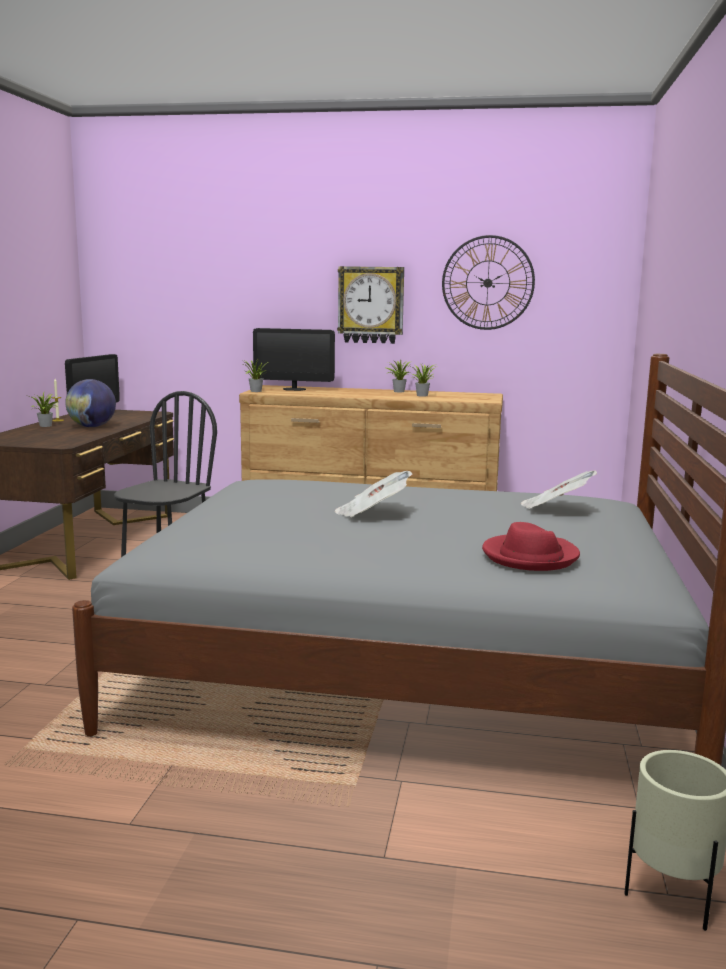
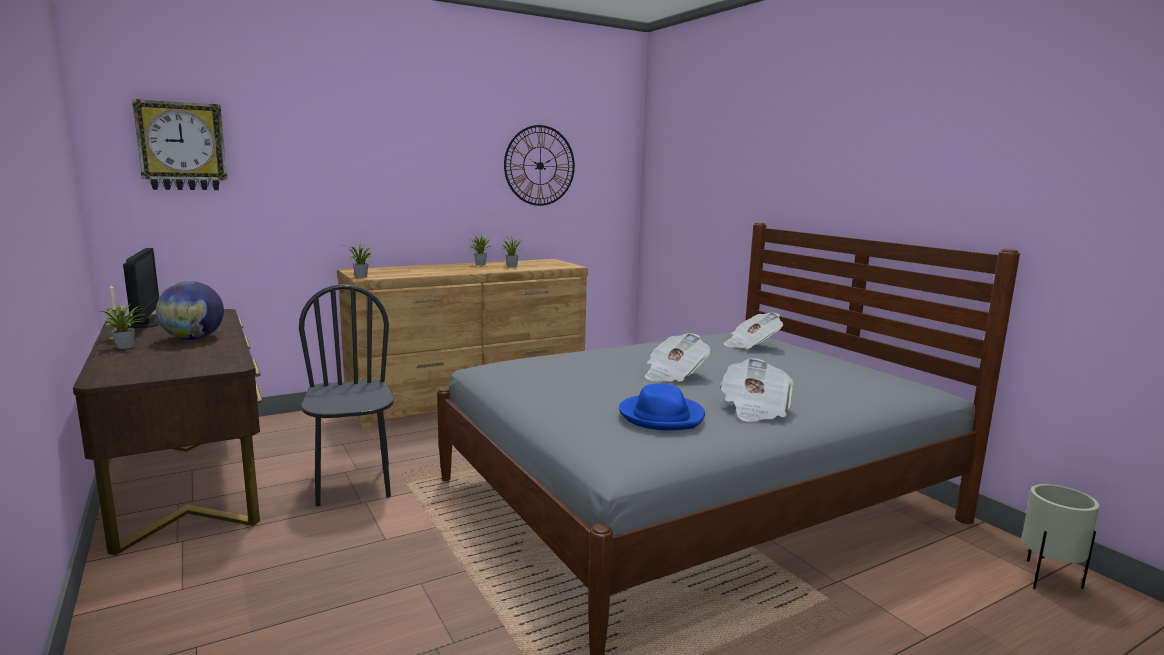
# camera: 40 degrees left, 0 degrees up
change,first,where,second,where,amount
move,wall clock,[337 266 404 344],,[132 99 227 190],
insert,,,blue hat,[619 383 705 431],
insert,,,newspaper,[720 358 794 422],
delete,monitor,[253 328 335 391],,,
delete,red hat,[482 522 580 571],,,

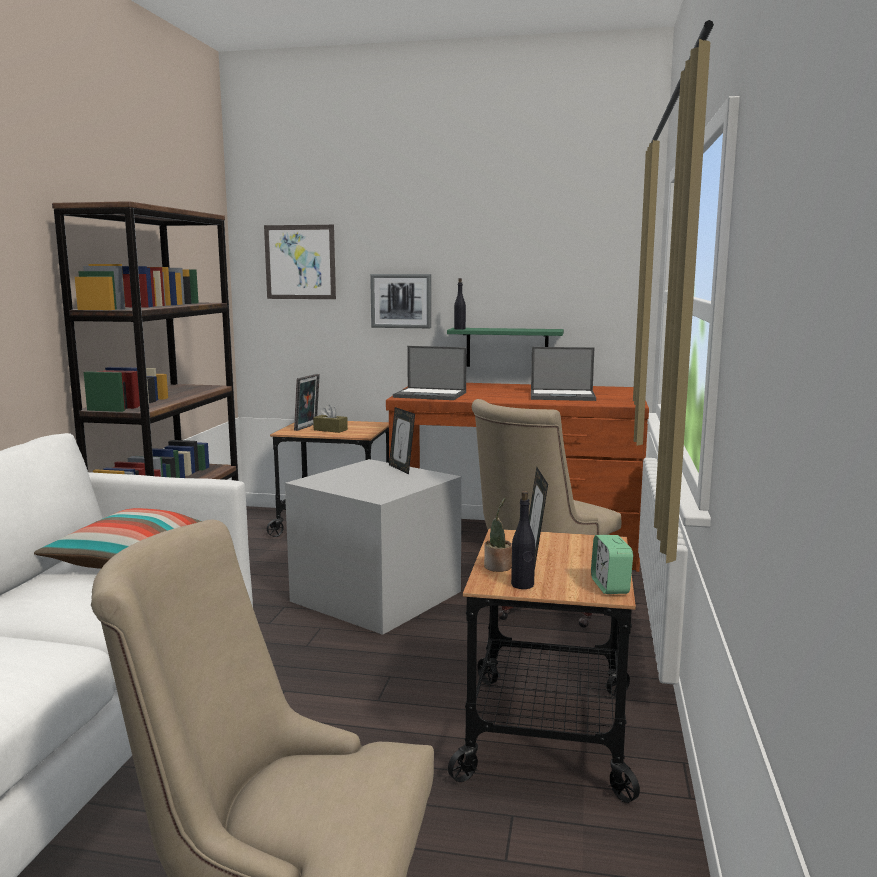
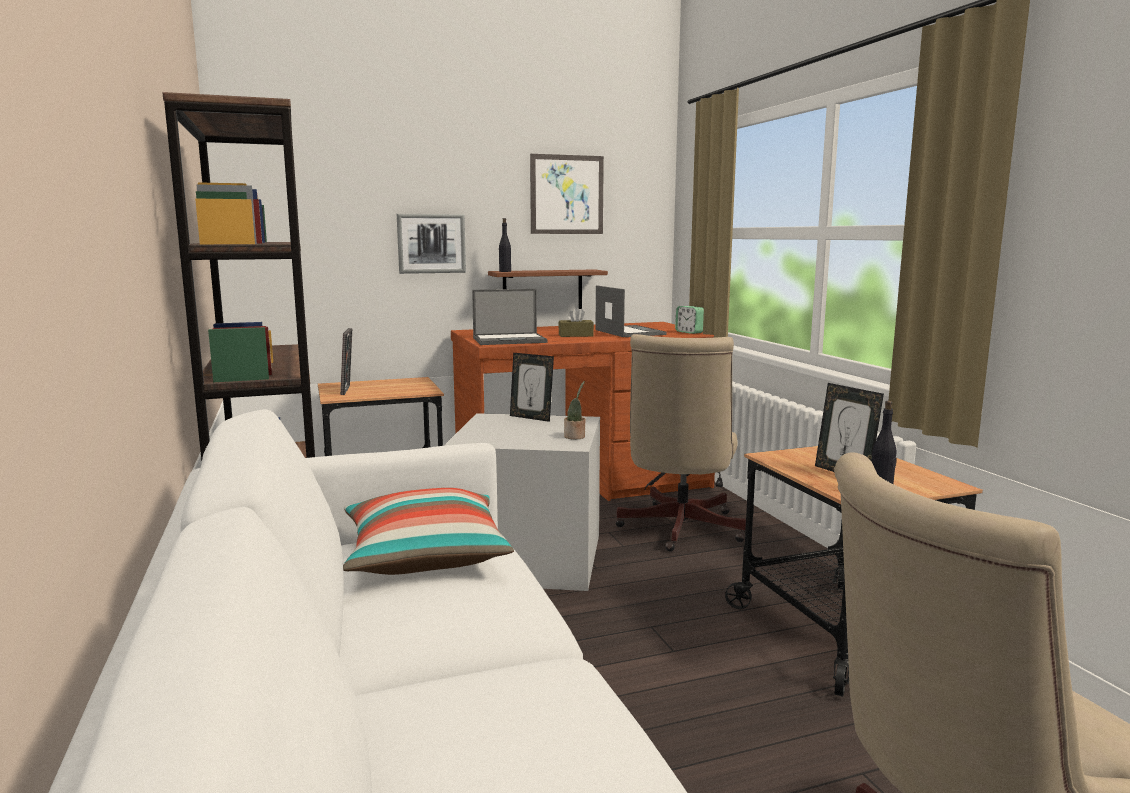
# camera: 30 degrees left, 0 degrees up
change,first,where,second,where,amount
recolor,green shelf,[447 328 564 367],brown shelf,[488 269 608 309],
move,picture,[264 225 336 299],,[530 154 604 234],
move,brown tissue box,[313 405 348 433],,[558 307 594 337],
move,potted plant,[484 498 512 572],,[564 381 586 439],
rotate,laptop,[531 347 596 401],,[595 285 667 337],90 degrees counterclockwise
move,alarm clock,[591 535 633 594],,[675 306 704 334],

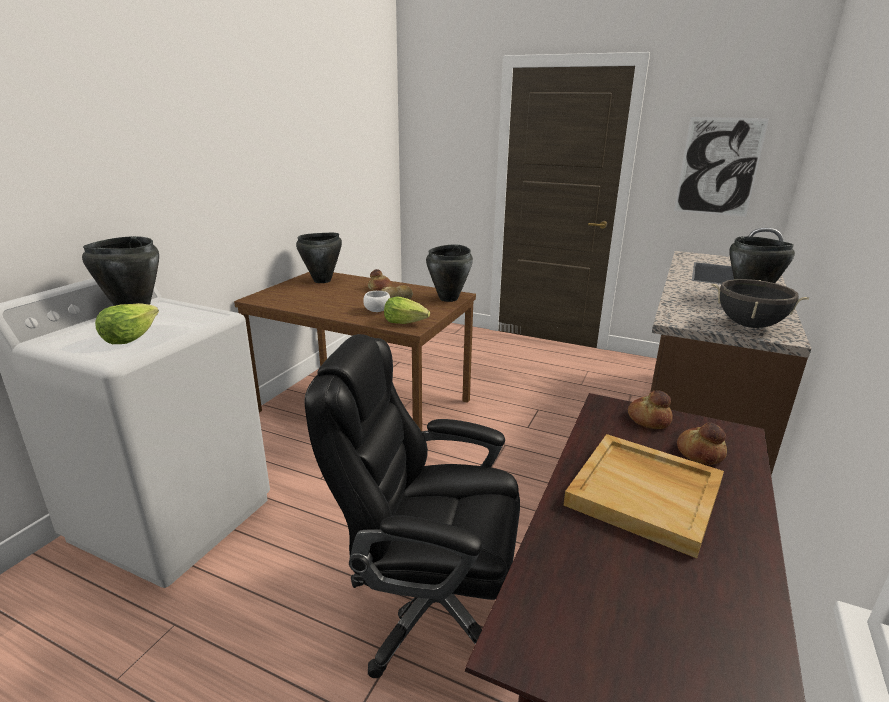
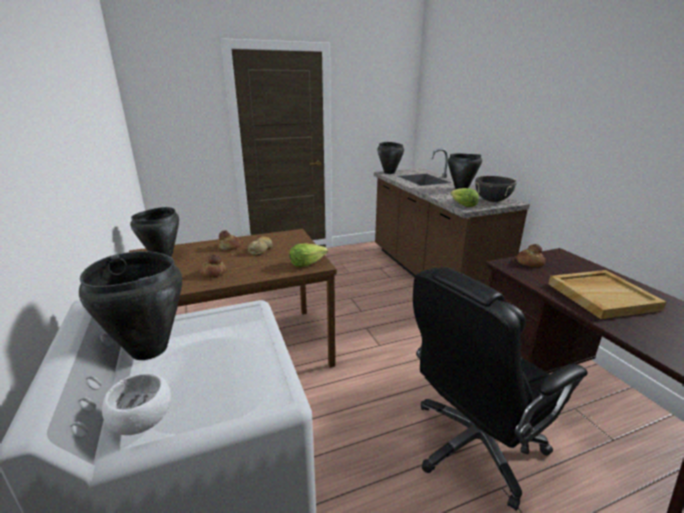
# camera: 45 degrees left, 0 degrees up
change,first,where,second,where,amount
move,white bowl,[363 291 390 312],,[102 373 171 435],
move,bread,[677 422 727 465],,[199 254 226 278],
move,black cooking pot,[426 244 473 302],,[378 142 404 174],
move,lettuce,[95 303 159 344],,[451 188 479 207],
delete,picture,[674 117 769 217],,,

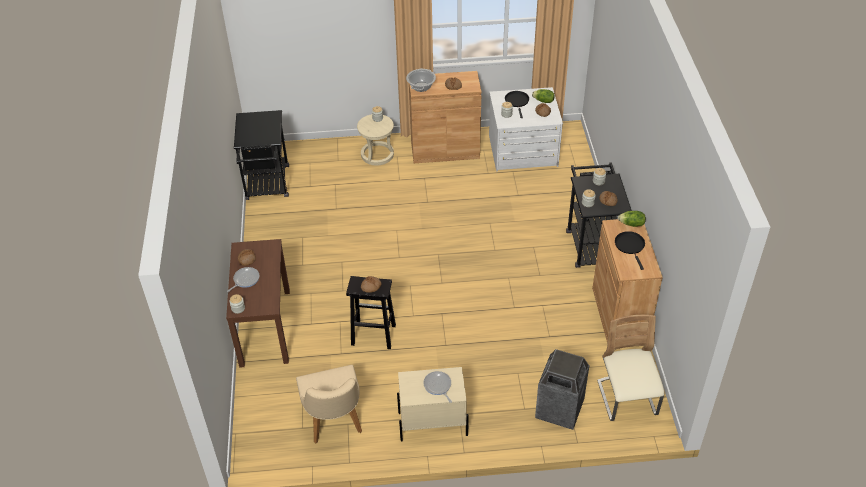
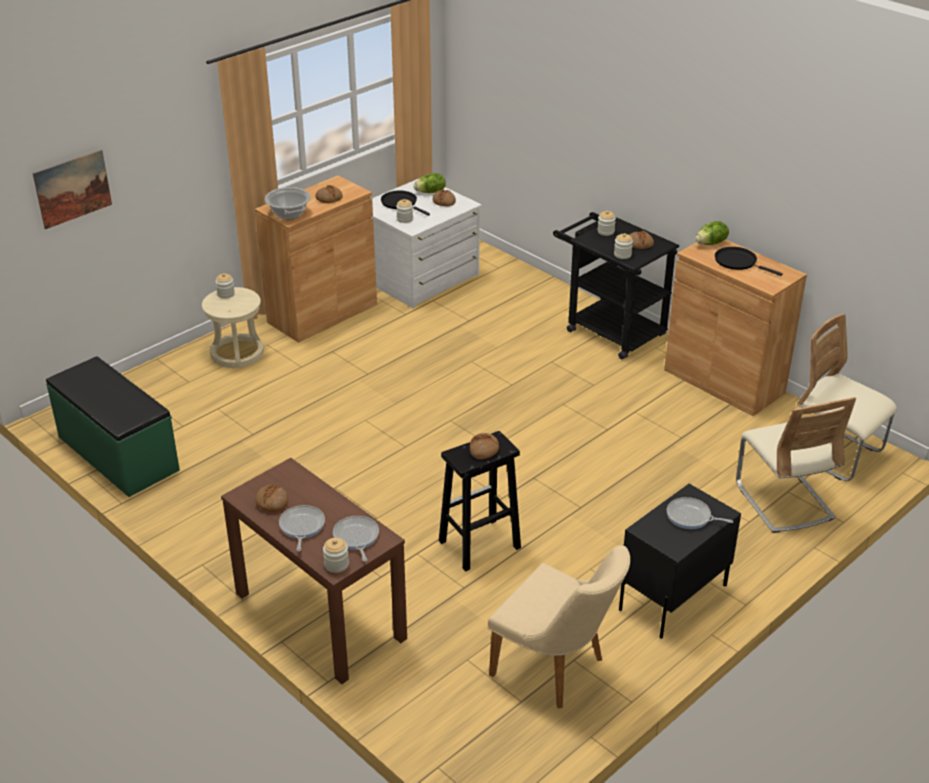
# camera: 40 degrees left, 10 degrees down
change,first,where,second,where,amount
insert,,,picture,[33 150 112 229],
replace,black cart,[234 110 289 200],green bench,[46 356 180 497],
insert,,,frying pan,[333 516 379 562],
recolor,beige nightstand,[397 367 469 442],black nightstand,[619 484 741 639],
replace,trash can,[535 349 589 430],beige chair,[736 397 856 533],

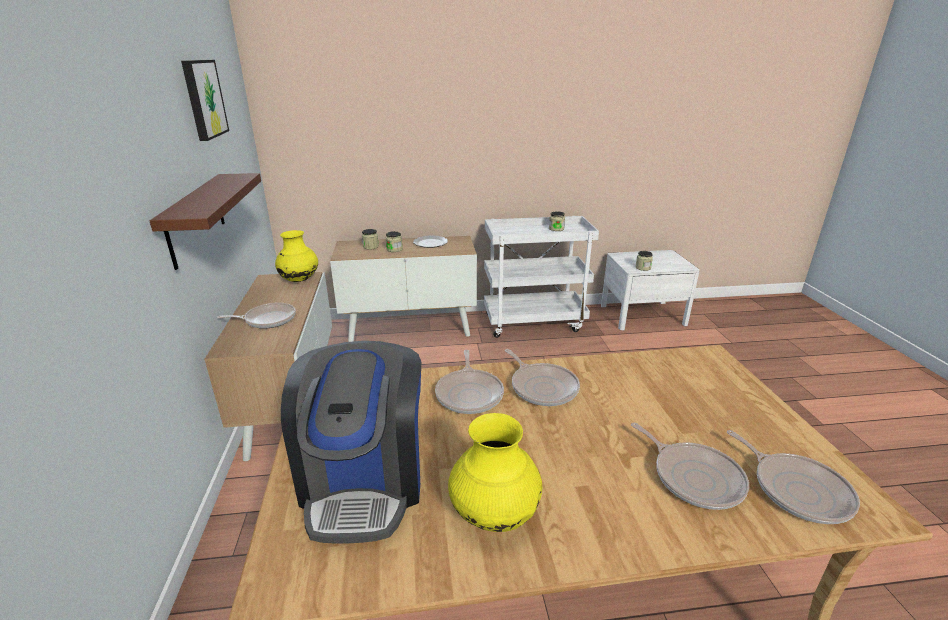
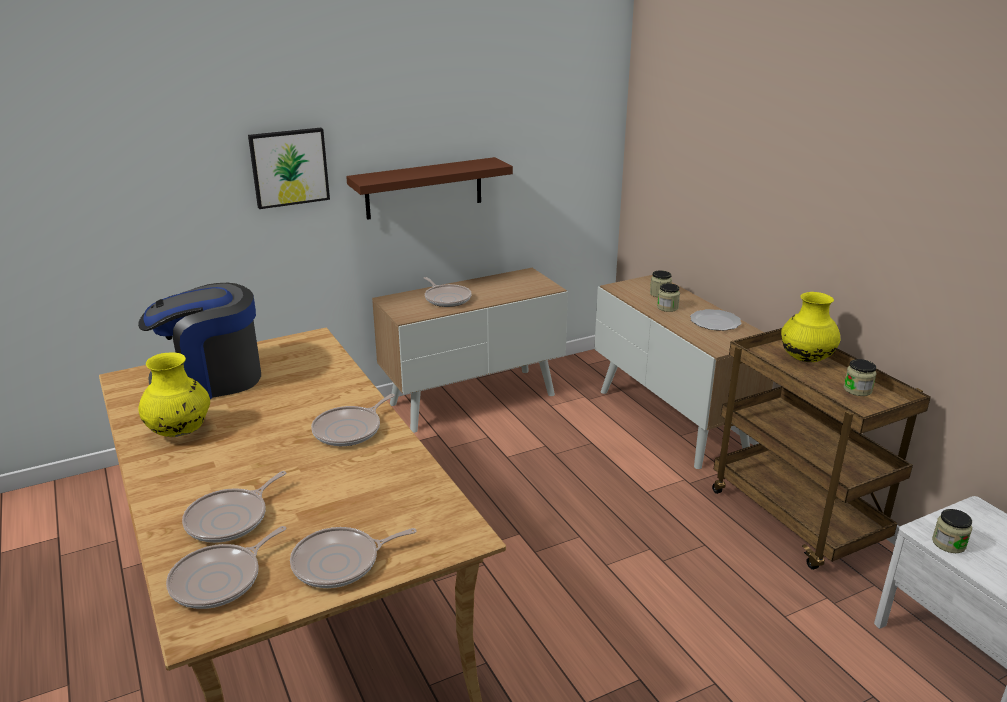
# camera: 70 degrees right, 0 degrees up
change,first,where,second,where,amount
move,picture,[181 60 229 141],,[248 128 330 209],
move,frying pan,[435 350 504 414],,[290 527 417 588],
recolor,white cart,[484 216 599 338],brown cart,[712 328 931 570],
move,yellow vase,[275 230 318 282],,[781 292 841 362],

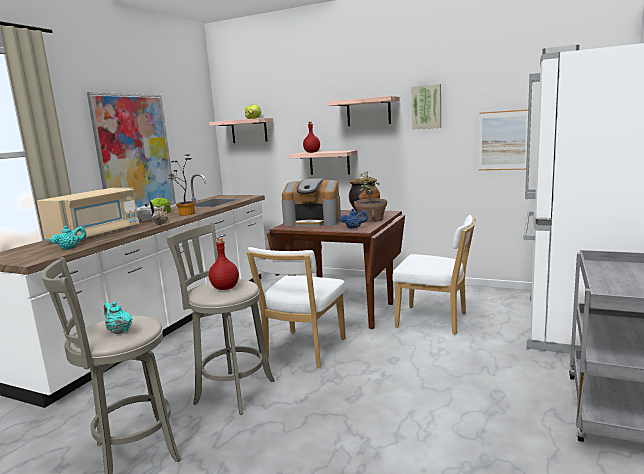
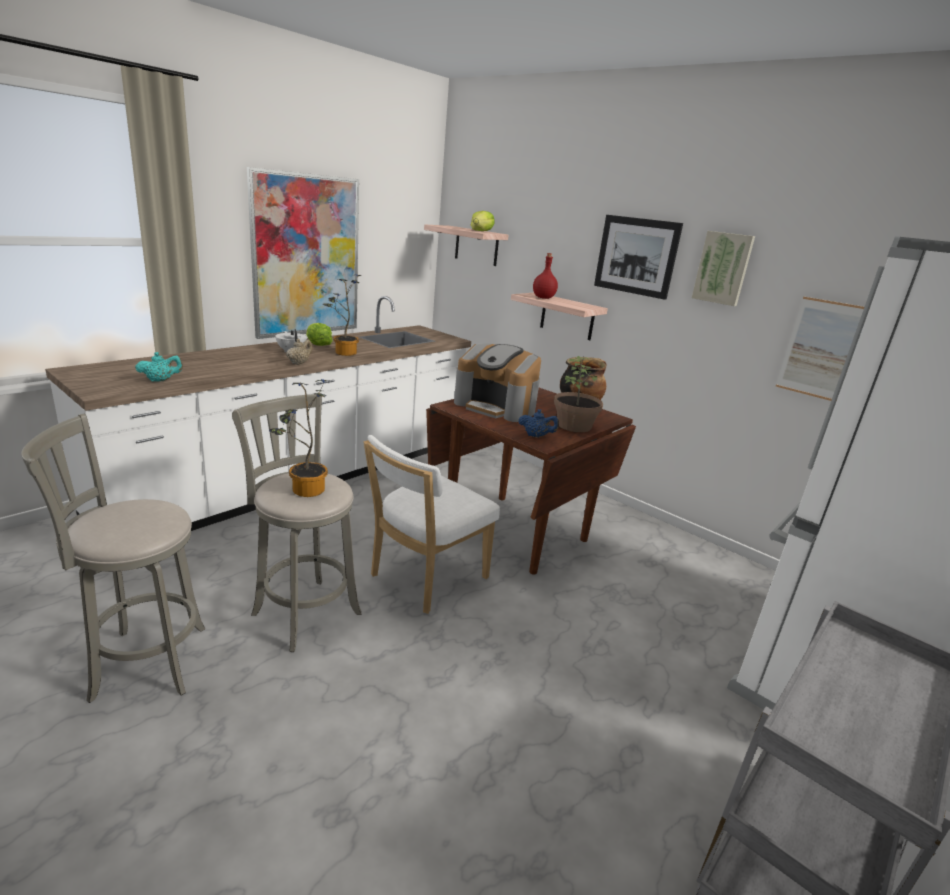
# camera: 15 degrees right, 10 degrees up
change,first,where,second,where,amount
replace,red bottle,[209 238 239 290],potted plant,[269 379 329 497],
replace,shelf,[327 96 400 126],picture,[594 215 683 300],
delete,beige microwave,[37 188 139 241],,,
delete,turquoise teapot,[104 302 132 334],,,
delete,white chair,[392 215 476 335],,,

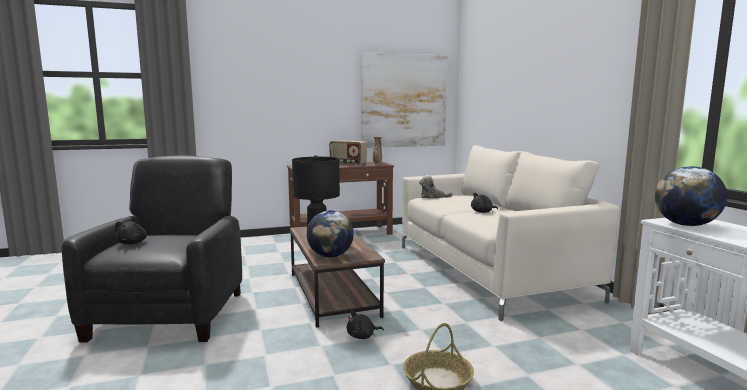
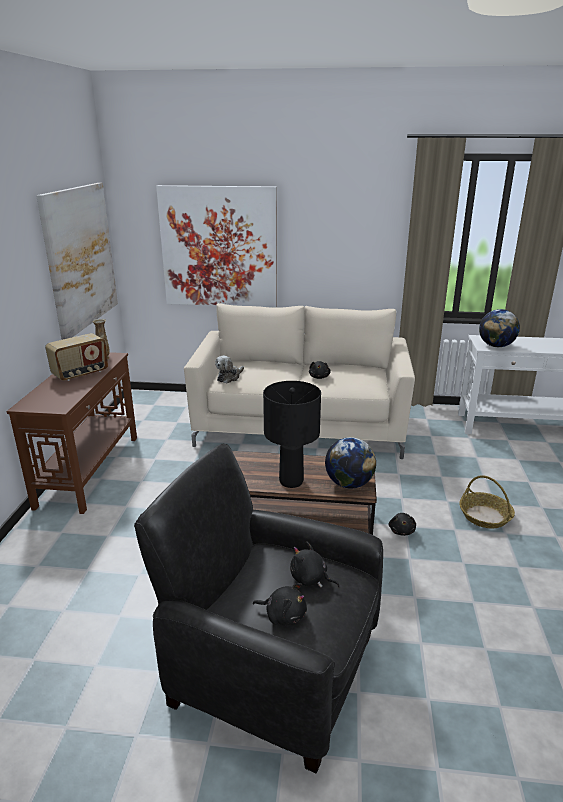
# camera: 65 degrees left, 15 degrees up
change,first,where,second,where,amount
insert,,,picture,[156 185 277 307],
insert,,,black plush toy,[290 541 340 588],

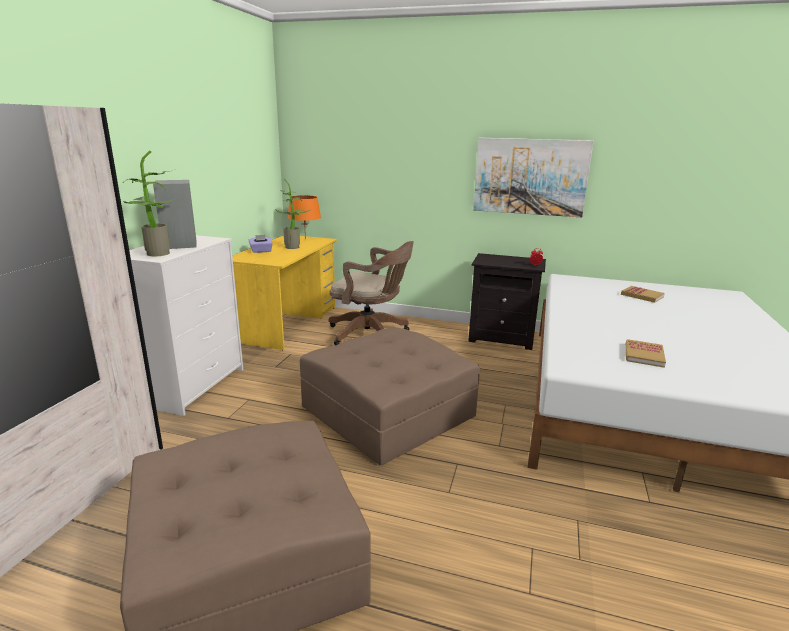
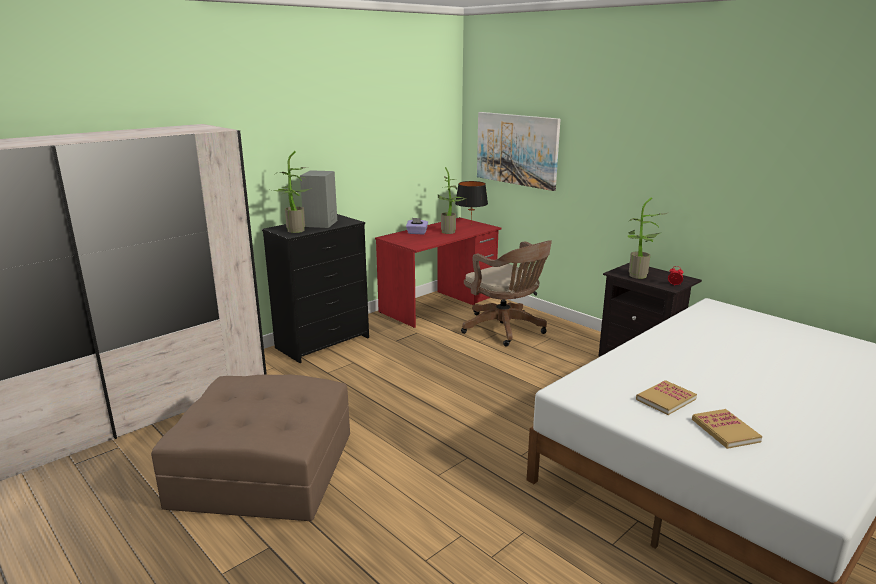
# camera: 30 degrees right, 0 degrees up
change,first,where,second,where,amount
recolor,white dresser,[129 235 243 416],black dresser,[262 214 369 363],
recolor,yellow desk,[232 235 337 350],red desk,[375 217 501 328],
recolor,orange table lamp,[288 195 321 239],black table lamp,[455 181 488 222],
move,picture,[473 138 594 217],,[477 112 561 191],
insert,,,potted plant,[628 197 669 279],
move,book,[621 286 665 303],,[692 409 762 449],
delete,brown ottoman,[300 327 480 465],,,

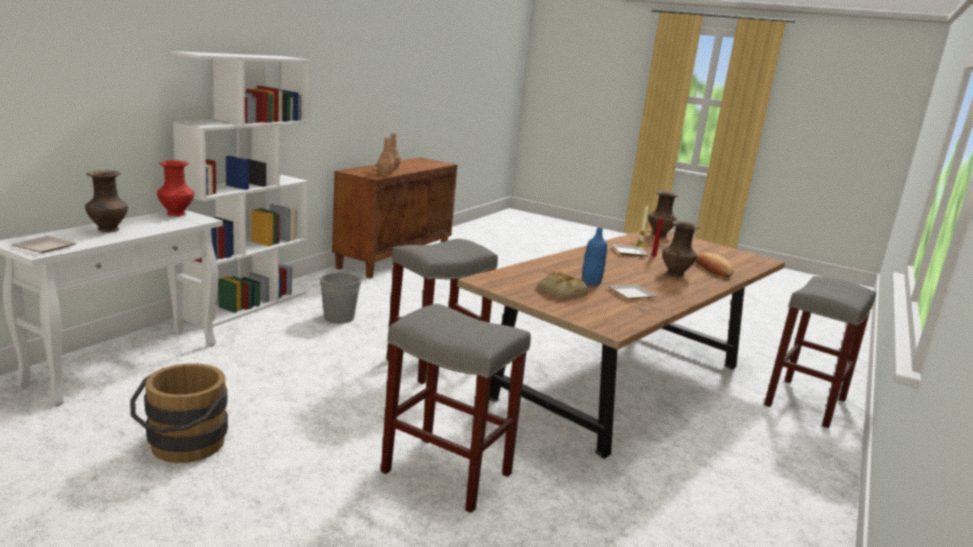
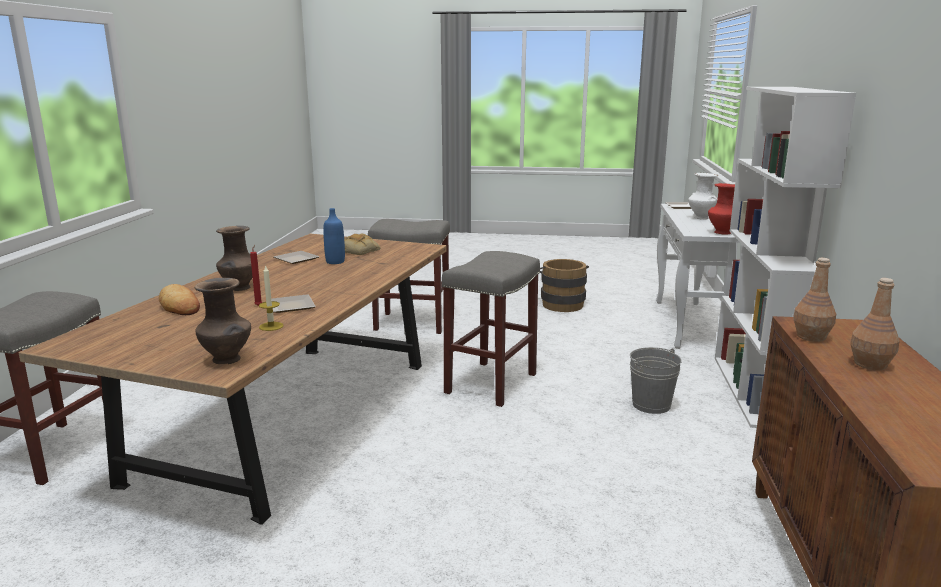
# camera: 160 degrees right, 0 degrees up
change,first,where,second,where,amount
recolor,brown vase,[85 170 128 232],white vase,[688 173 718 220],

